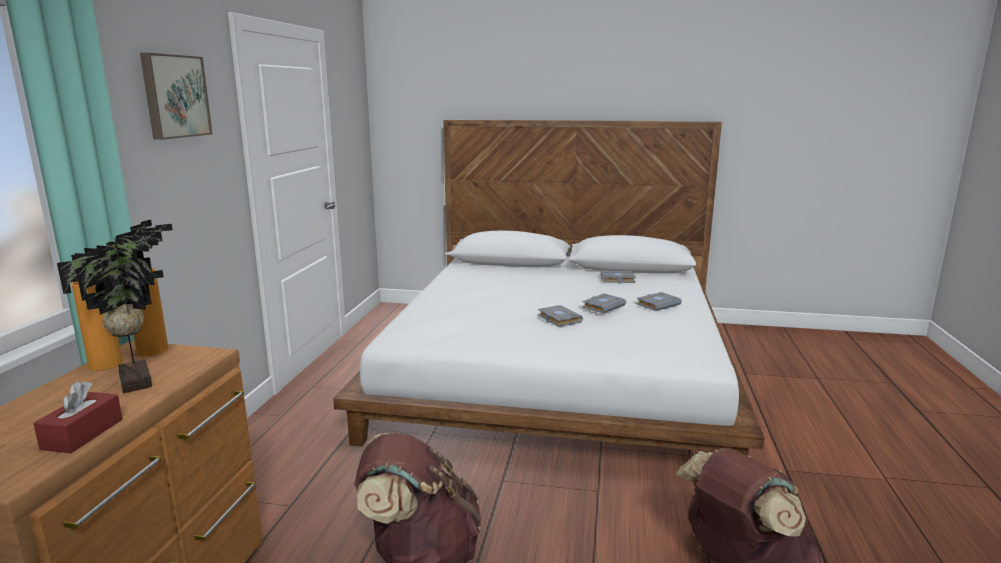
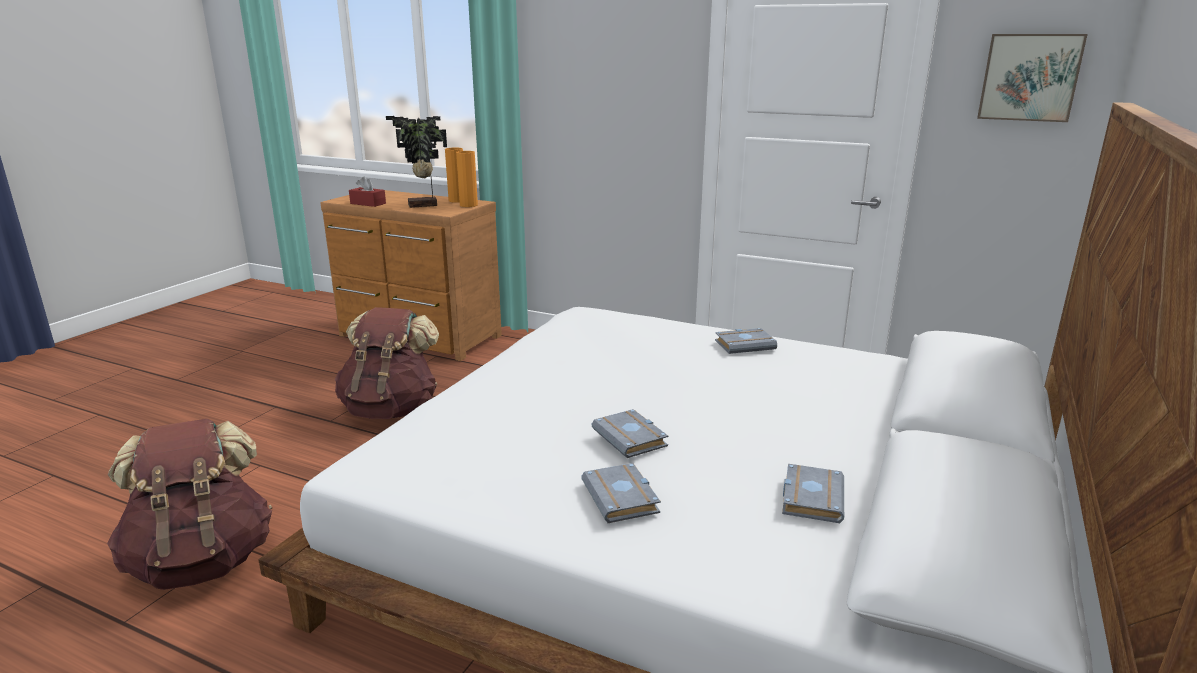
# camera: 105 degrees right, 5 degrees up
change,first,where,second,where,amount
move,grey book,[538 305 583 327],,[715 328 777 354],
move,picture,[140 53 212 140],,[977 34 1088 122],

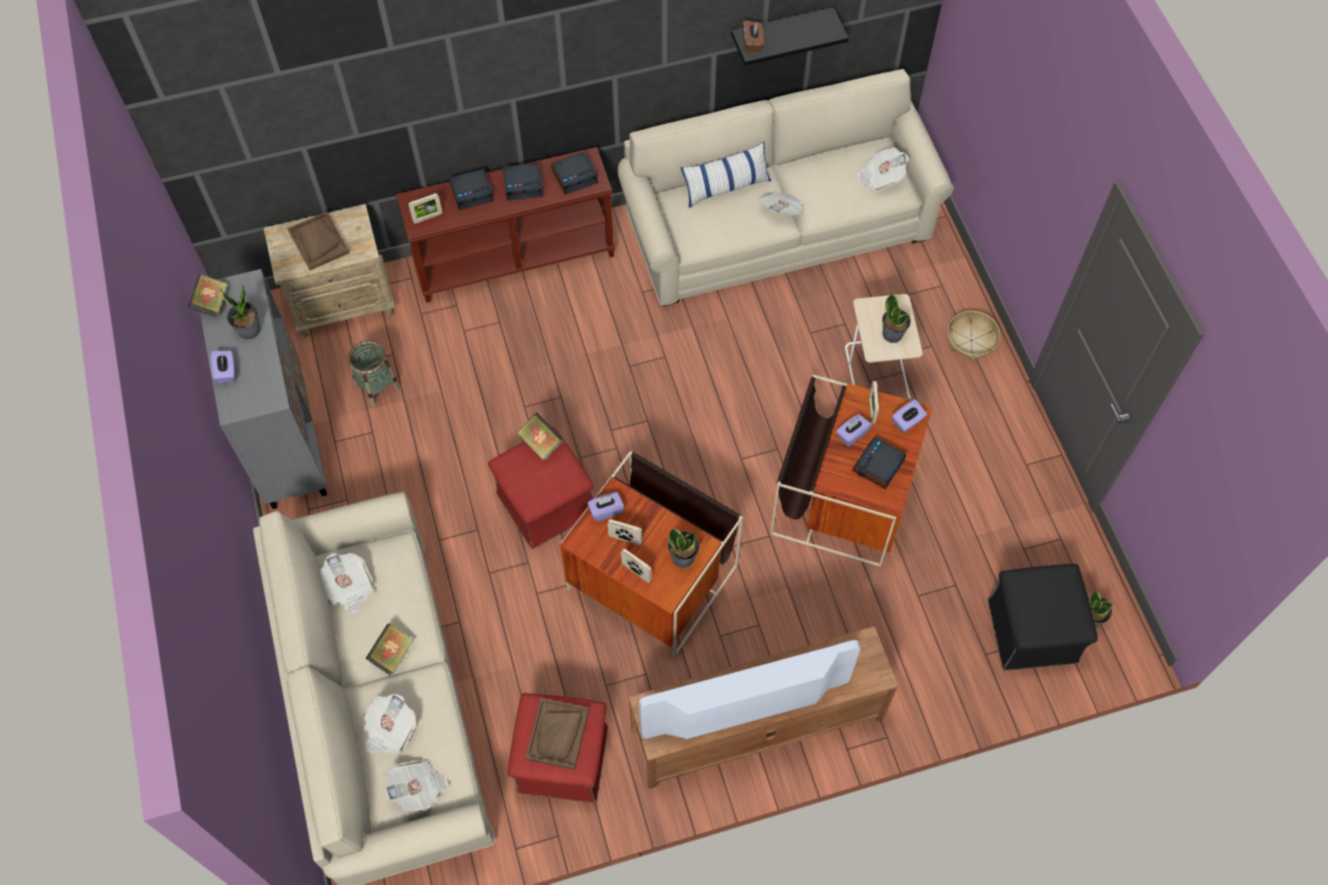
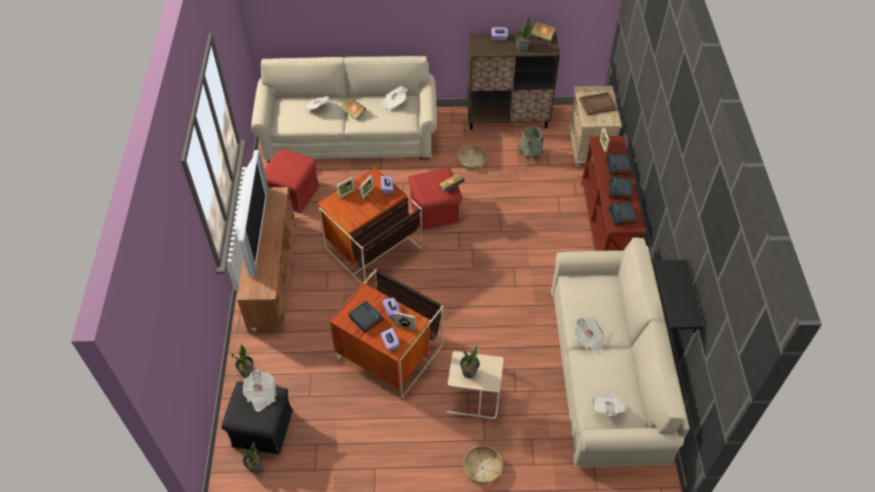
# camera: 105 degrees right, 10 degrees down
change,first,where,second,where,amount
move,potted plant,[668 528 700 568],,[231 344 254 377],
move,newspaper,[384 760 449 811],,[242 370 276 412],
insert,,,basket,[457 145 487 171],
recolor,grey cabinet,[200 269 327 509],brown cabinet,[467 33 560 130],
delete,brown tray,[526 698 589 770],,,
delete,pillow,[681 142 771 208],,,
delete,brown tissue box,[743 20 764 52],,,

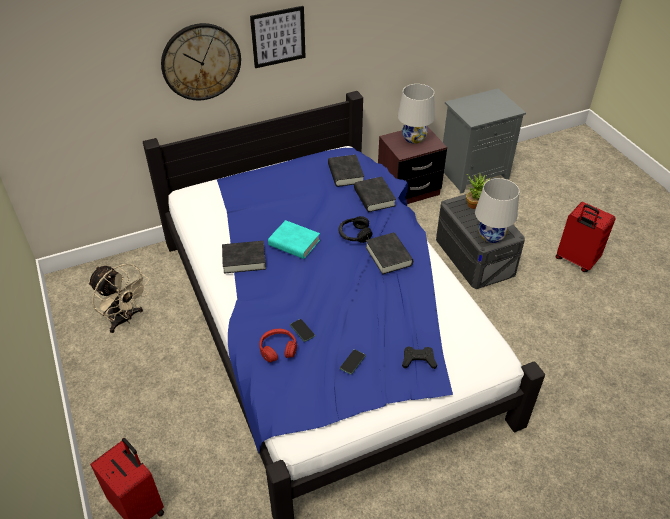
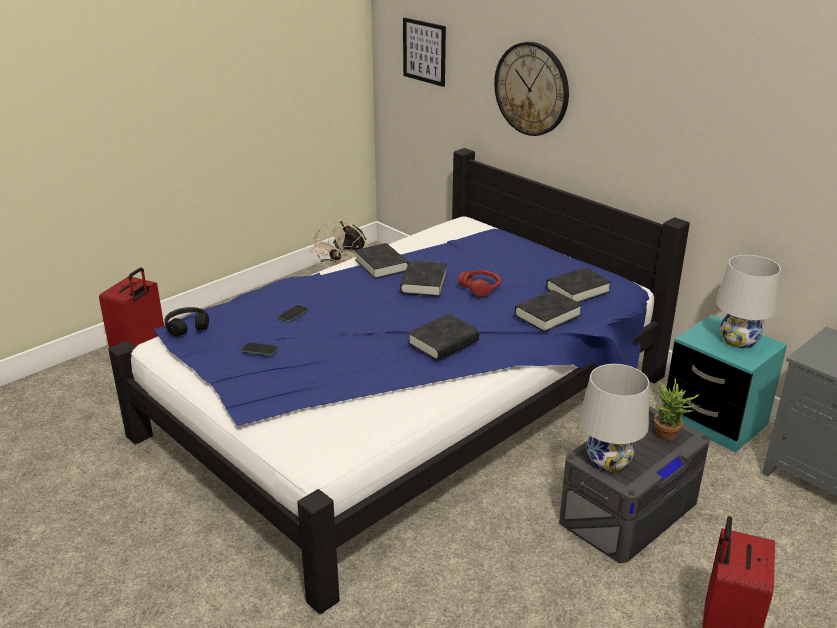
# camera: 70 degrees right, 15 degrees down
change,first,where,second,where,amount
move,black headphones,[339 216 373 243],,[164 307 209 337],
recolor,turquoise book,[268 220 320 259],black book,[400 261 447 297],
move,picture,[250 6 306 68],,[403 17 446 87],
move,red headphones,[259 329 297 362],,[458 270 501 297],
recolor,brown nightstand,[378 126 447 204],turquoise nightstand,[667 315 787 452],
delete,black game controller,[402 346 437 369],,,

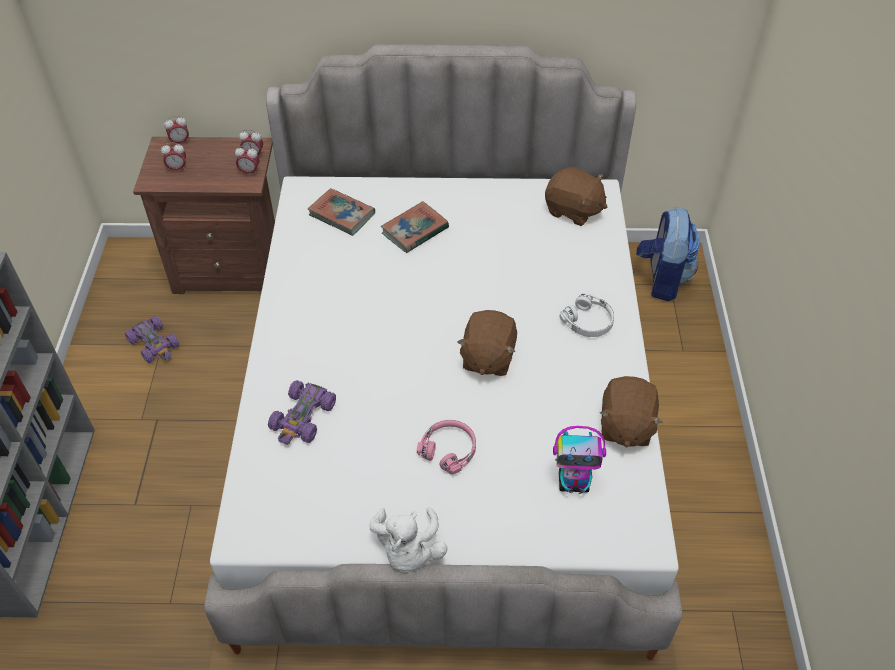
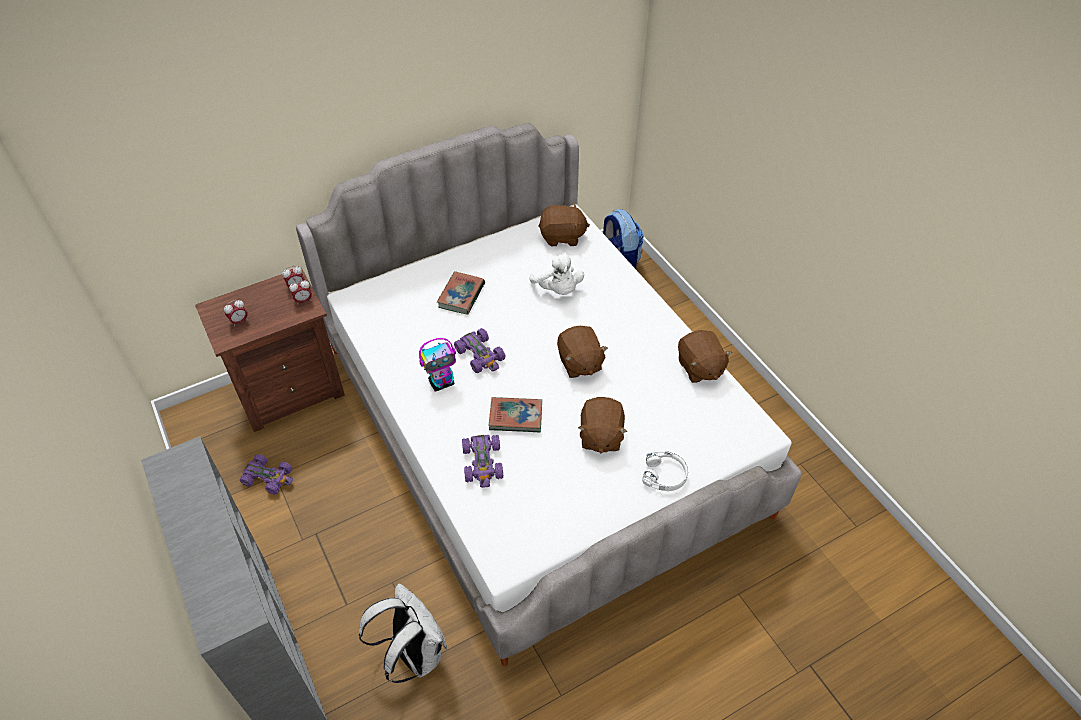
# camera: 30 degrees left, 0 degrees up
change,first,where,second,where,amount
insert,,,white backpack,[359 583 447 683],
move,toy robot,[553 426 606 494],,[419 338 456 392],
insert,,,purple toy car,[454 328 505 373],
move,book,[308 188 375 236],,[489 397 542 432],
move,white plush toy,[369 507 448 572],,[530 252 584 295],
replace,pink headphones,[417 420 476 474],brown plush toy,[578 397 627 453],
move,white headphones,[560 293 615 337],,[642 450 688 491],
delete,alarm clock,[164 116 189 146],,,

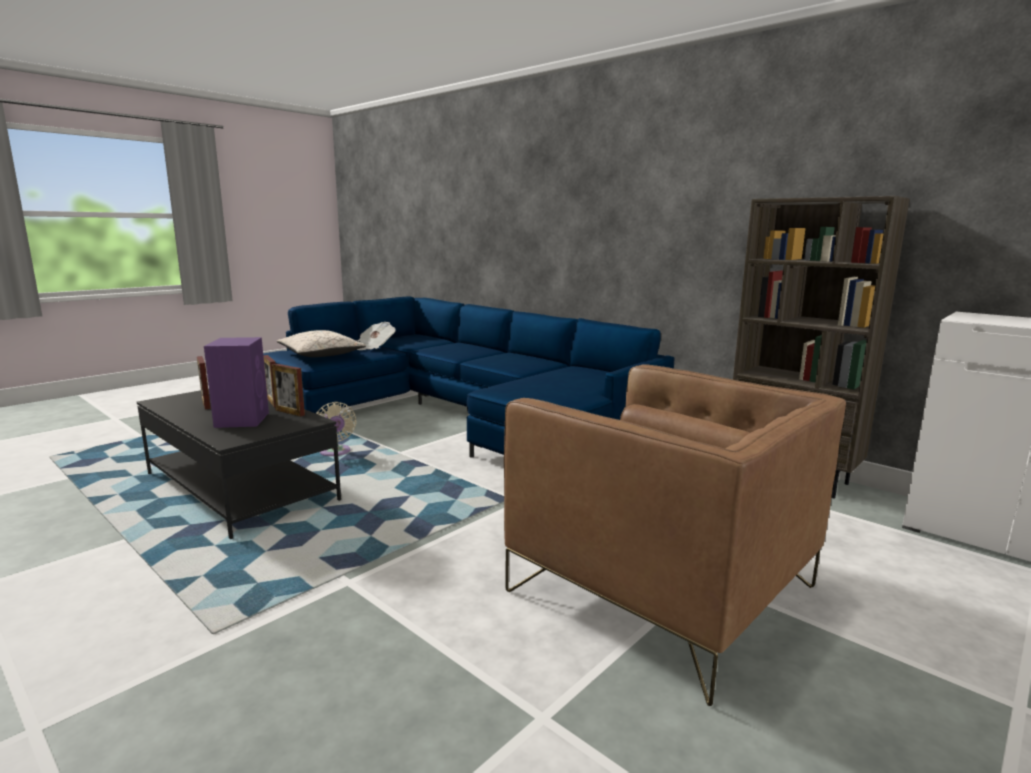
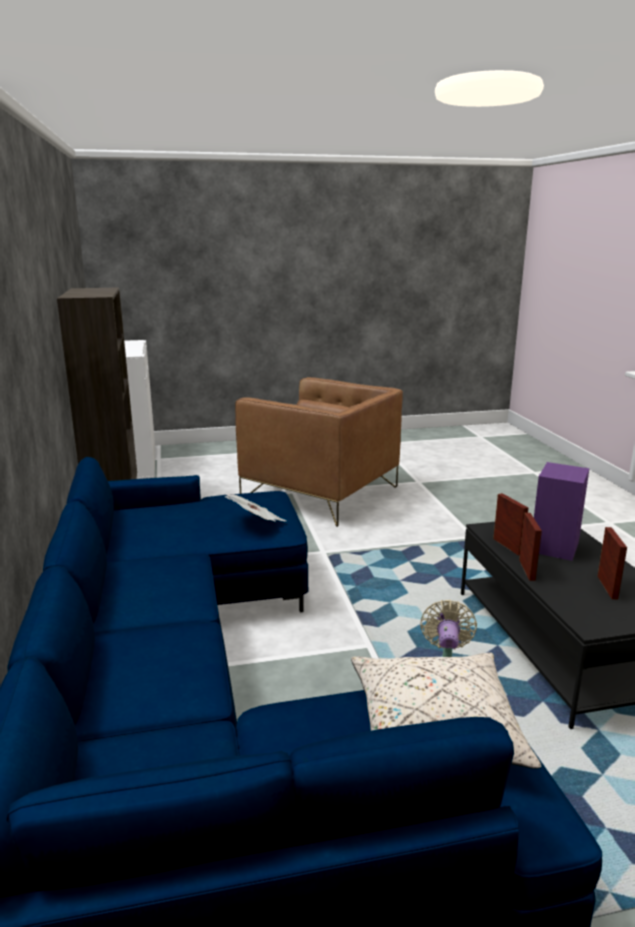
# camera: 145 degrees left, 5 degrees up
change,first,where,second,where,amount
move,newspaper,[357 322 396 350],,[224 494 287 522],
rotate,brown armchair,[504 364 846 706],,[235 377 403 527],135 degrees clockwise

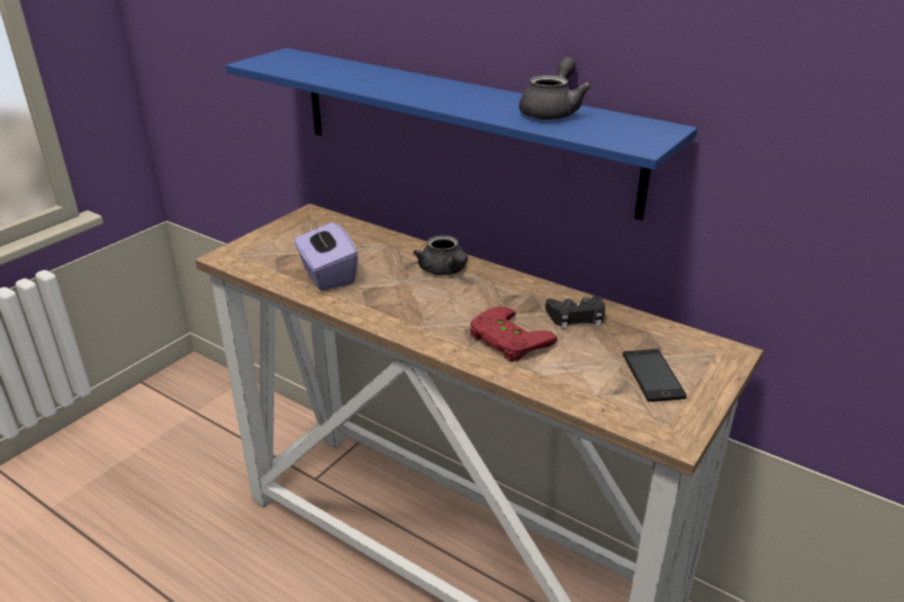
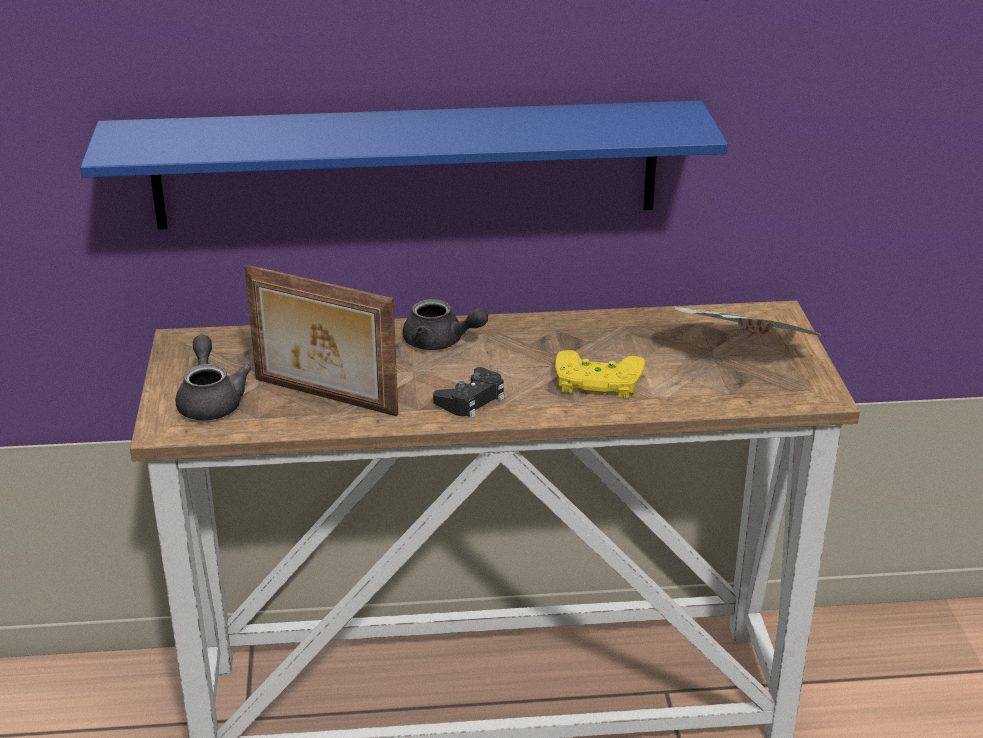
# camera: 40 degrees left, 0 degrees up
change,first,where,second,where,amount
move,grey teapot,[519 57 592 120],,[176 335 252 420],
replace,purple tissue box,[294 221 358 291],picture frame,[244 265 398 416],
move,black game controller,[545 296 605 329],,[433 367 505 418],
recolor,red game controller,[470 307 557 362],yellow game controller,[555 350 645 398],
replace,phone,[623 349 687 402],newspaper,[674 307 826 337],

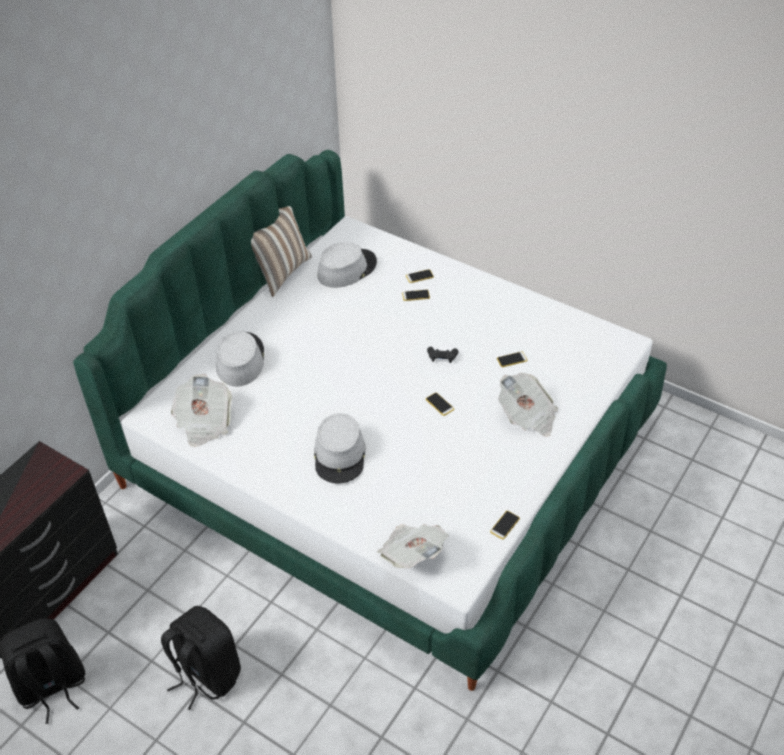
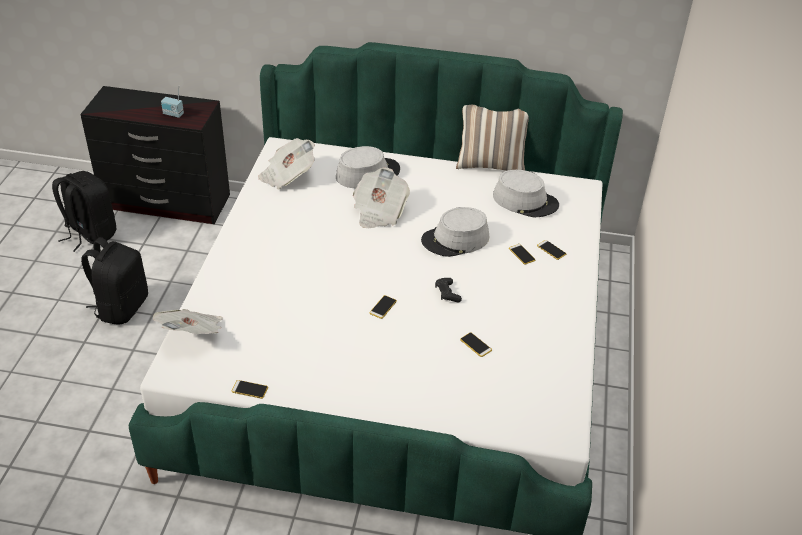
# camera: 65 degrees right, 5 degrees down
change,first,where,second,where,amount
insert,,,radio,[161 86 184 118],
move,newspaper,[498 373 558 437],,[353 168 410 228],
move,grey hat,[314 413 366 484],,[421 207 489 257],

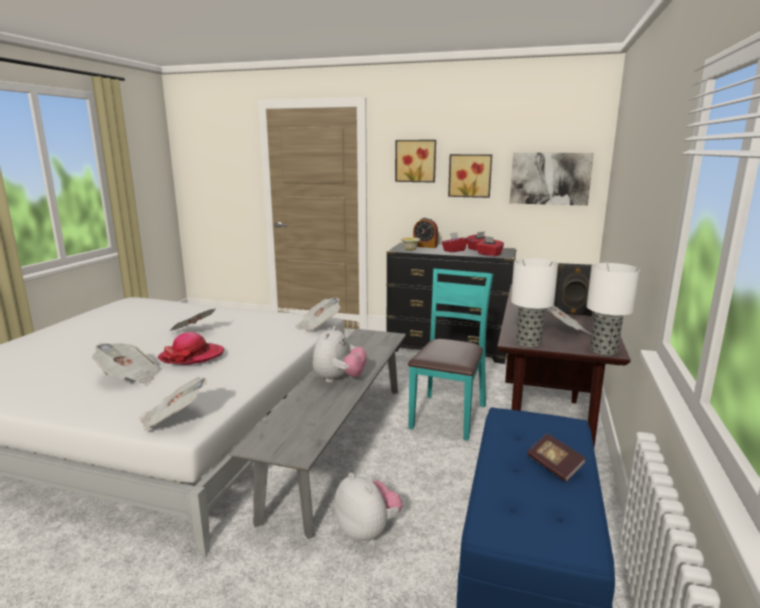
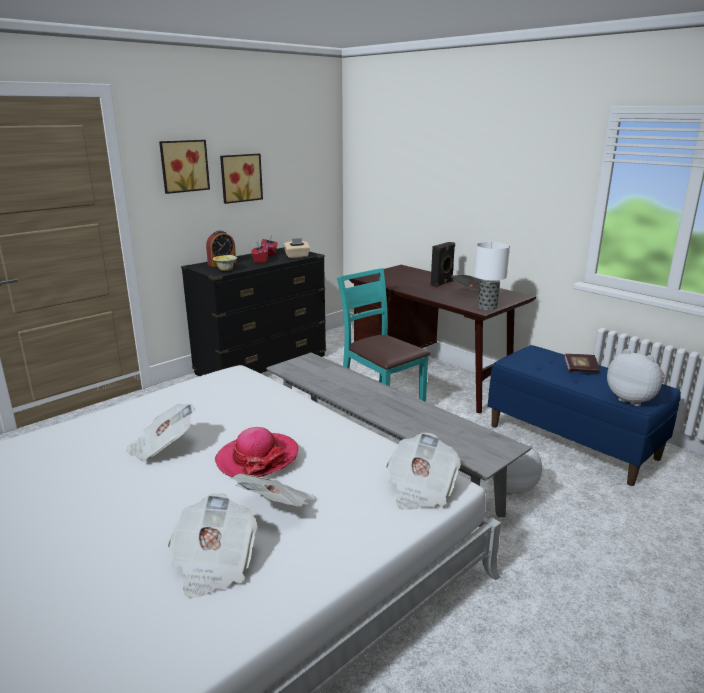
# camera: 60 degrees left, 5 degrees up
change,first,where,second,where,amount
move,newspaper,[295 298 340 331],,[168 493 258 599],
recolor,red tissue box,[476 236 504 256],beige tissue box,[284 238 310 258],
move,plush toy,[313 326 367 383],,[607 349 665 406],
delete,picture,[510 153 594 206],,,
delete,table lamp,[587 263 640 355],,,

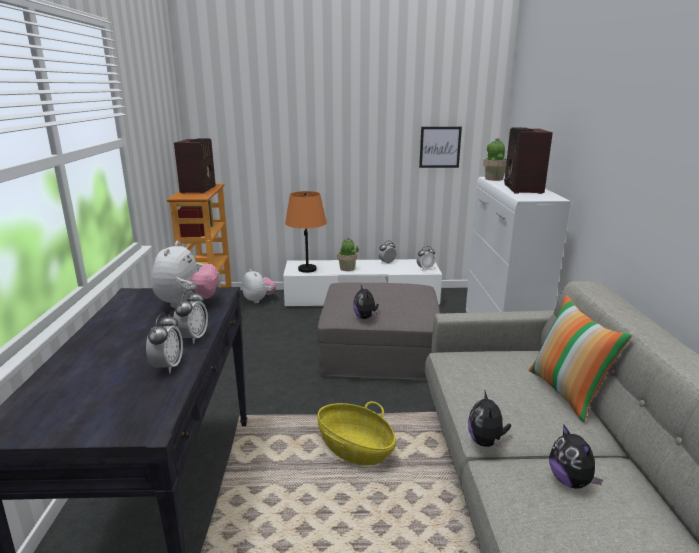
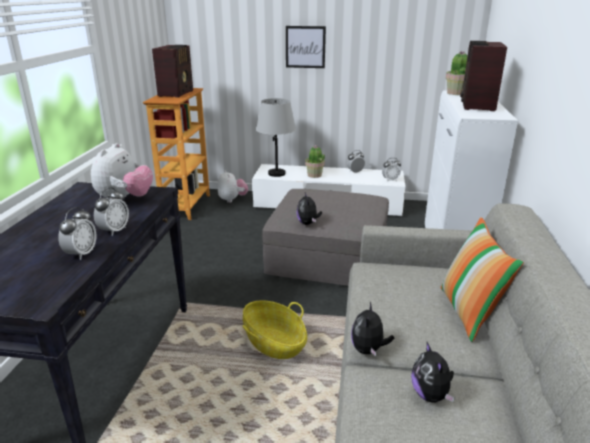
# camera: 10 degrees right, 5 degrees up
change,first,where,second,where,amount
recolor,orange table lamp,[285 191 327 273],grey table lamp,[256 98 296 177],
move,picture,[419 127 462 168],,[286 26 326 68],

